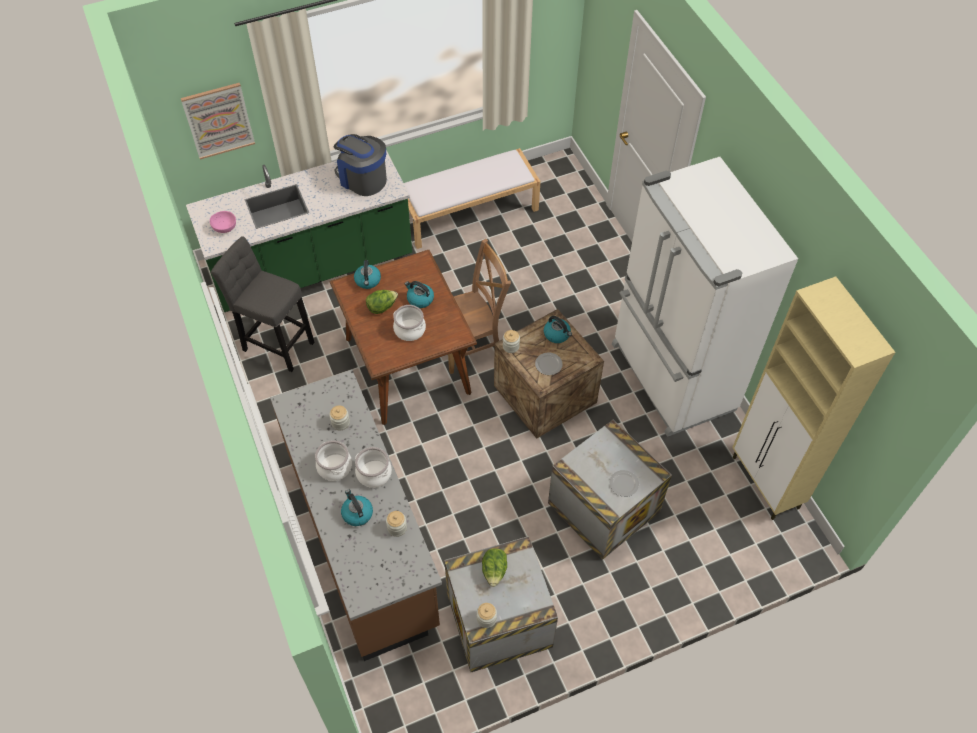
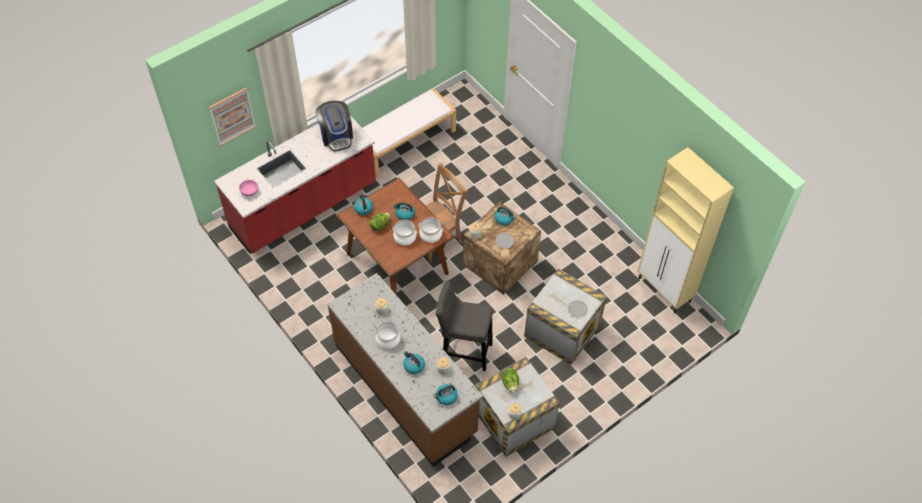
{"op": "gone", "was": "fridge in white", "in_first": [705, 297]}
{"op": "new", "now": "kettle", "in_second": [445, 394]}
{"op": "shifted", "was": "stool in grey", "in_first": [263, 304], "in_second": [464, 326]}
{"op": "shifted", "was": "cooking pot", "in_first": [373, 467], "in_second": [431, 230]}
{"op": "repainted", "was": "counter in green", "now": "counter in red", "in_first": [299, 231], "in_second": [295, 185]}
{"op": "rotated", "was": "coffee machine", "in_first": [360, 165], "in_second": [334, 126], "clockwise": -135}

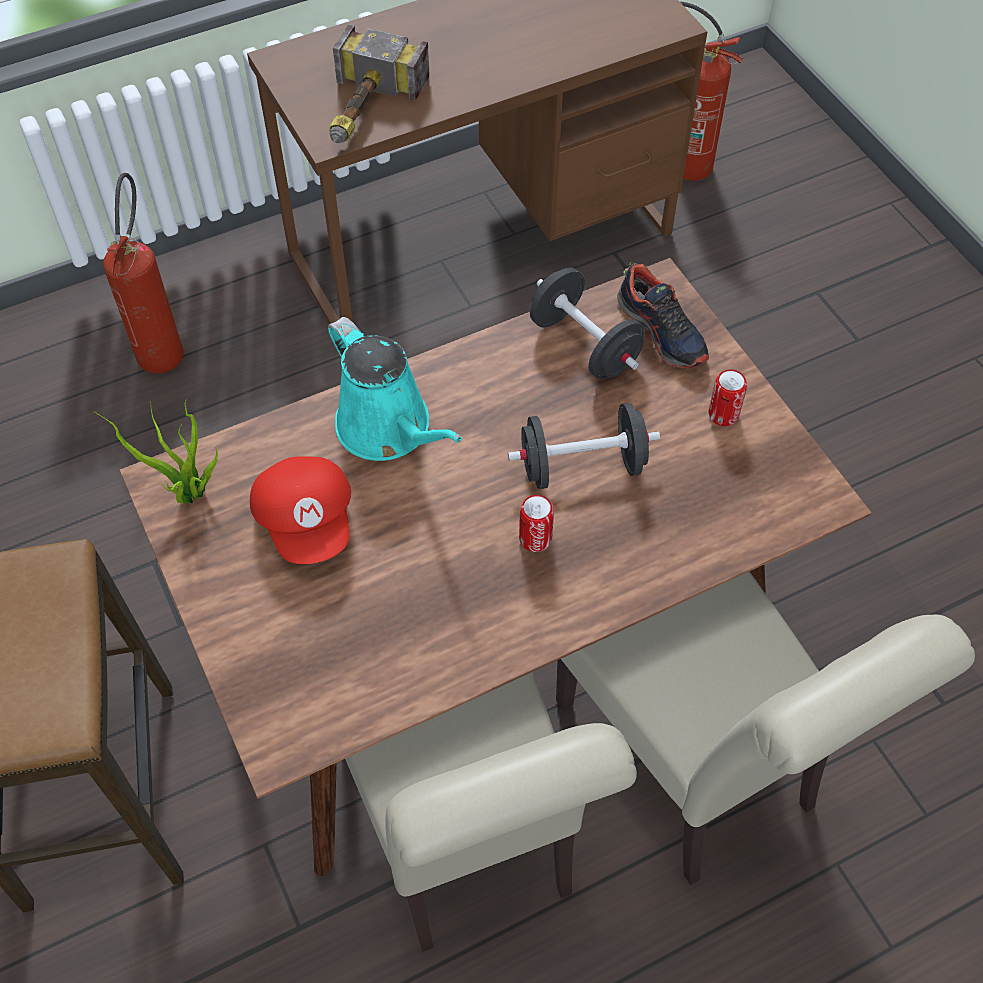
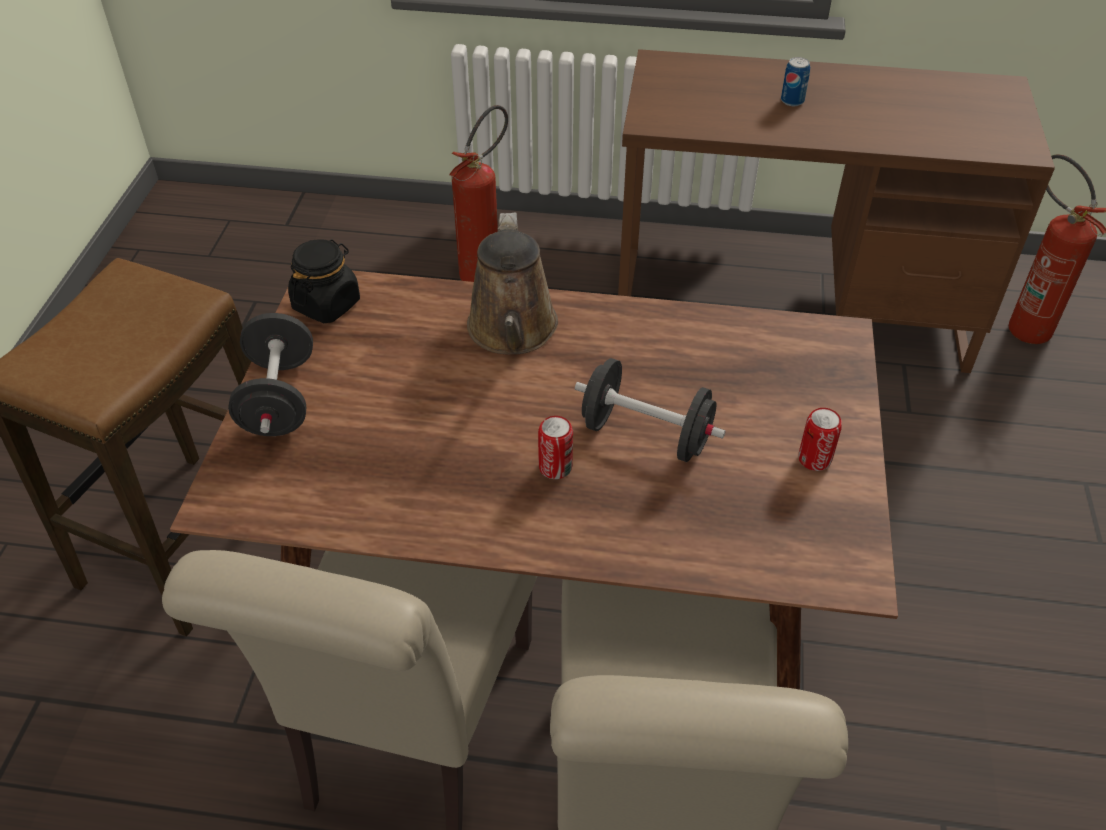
{"op": "gone", "was": "cap in red", "in_first": [300, 510]}
{"op": "gone", "was": "hammer", "in_first": [379, 83]}
{"op": "gone", "was": "shoe", "in_first": [663, 315]}
{"op": "new", "now": "can", "in_second": [795, 81]}
{"op": "shifted", "was": "dumbbell in black", "in_first": [587, 324], "in_second": [270, 374]}
{"op": "swapped", "was": "potted plant", "now": "jar in black", "in_first": [156, 451], "in_second": [324, 281]}
{"op": "repainted", "was": "watering can in turquoise", "now": "watering can in brown", "in_first": [395, 389], "in_second": [512, 283]}

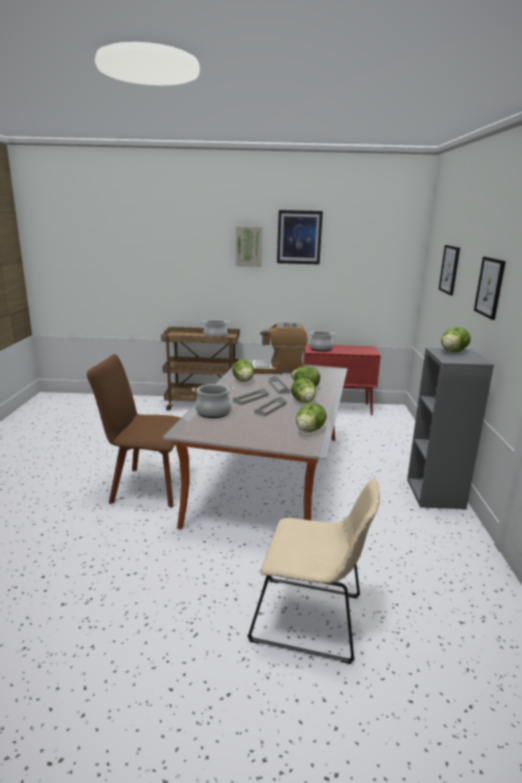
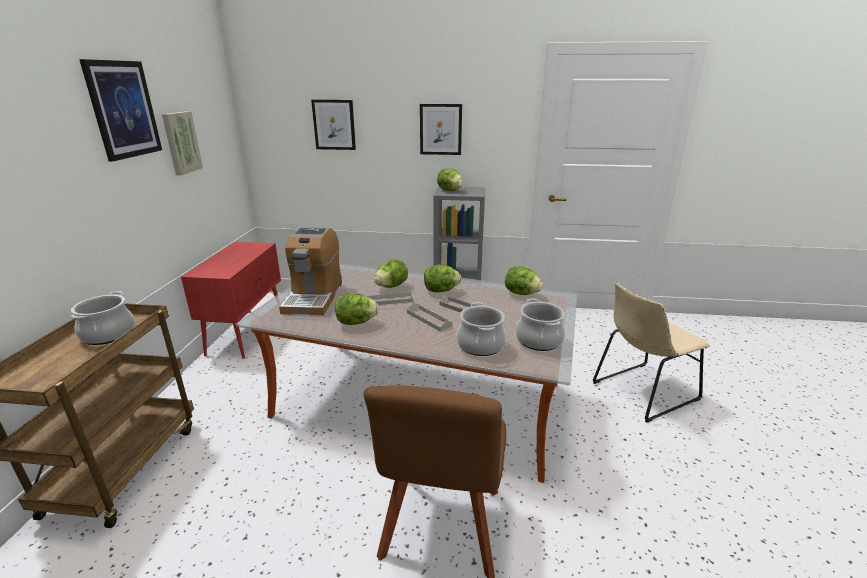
{"op": "shifted", "was": "picture", "in_first": [249, 246], "in_second": [182, 143]}
{"op": "shifted", "was": "cooking pot", "in_first": [322, 341], "in_second": [540, 324]}
{"op": "rotated", "was": "chair in beige", "in_first": [314, 571], "in_second": [651, 353], "clockwise": -135}

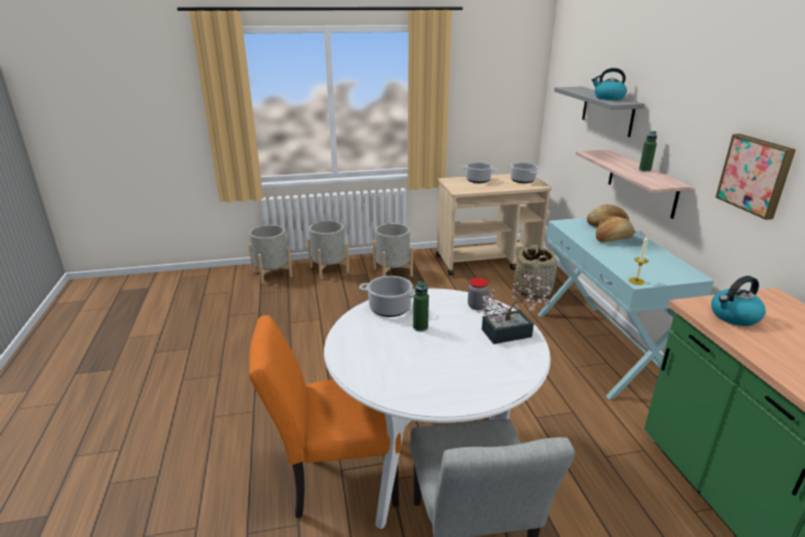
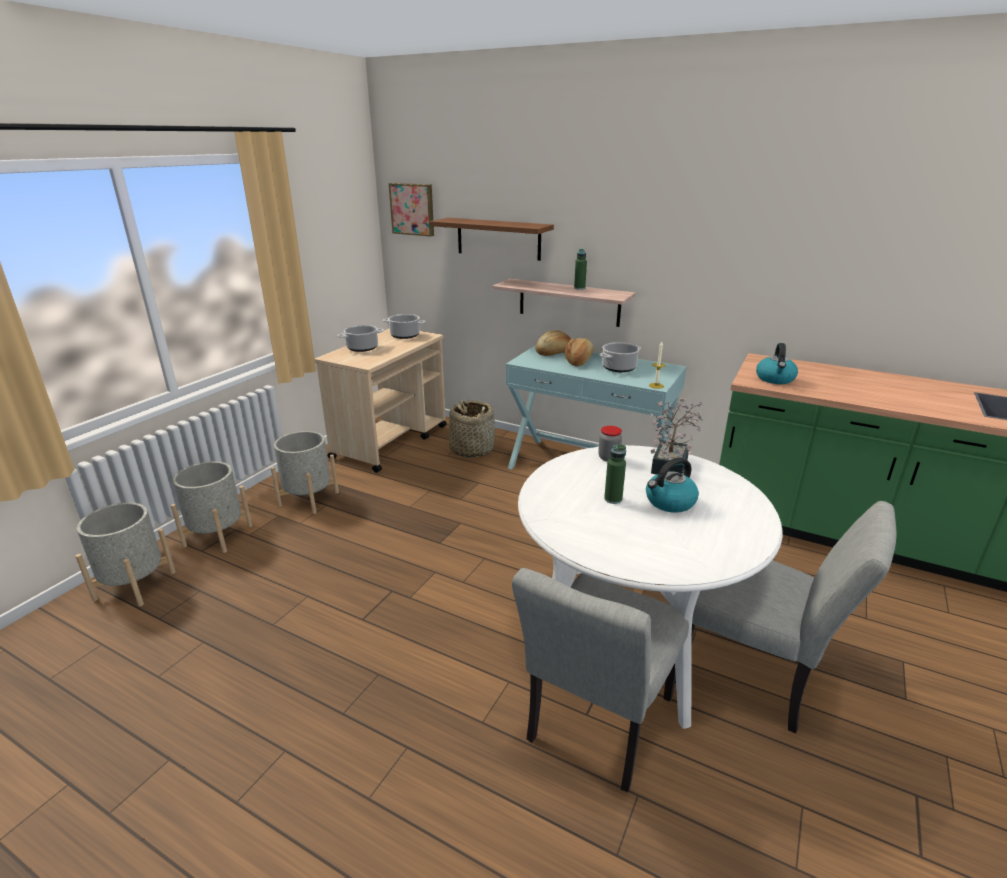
{"op": "shifted", "was": "cooking pot", "in_first": [387, 296], "in_second": [620, 357]}
{"op": "shifted", "was": "kettle", "in_first": [609, 84], "in_second": [672, 485]}
{"op": "shifted", "was": "picture", "in_first": [755, 177], "in_second": [411, 210]}
{"op": "repainted", "was": "chair in orange", "now": "chair in grey", "in_first": [325, 416], "in_second": [600, 680]}
{"op": "repainted", "was": "shelf in grey", "now": "shelf in brown", "in_first": [599, 111], "in_second": [491, 239]}

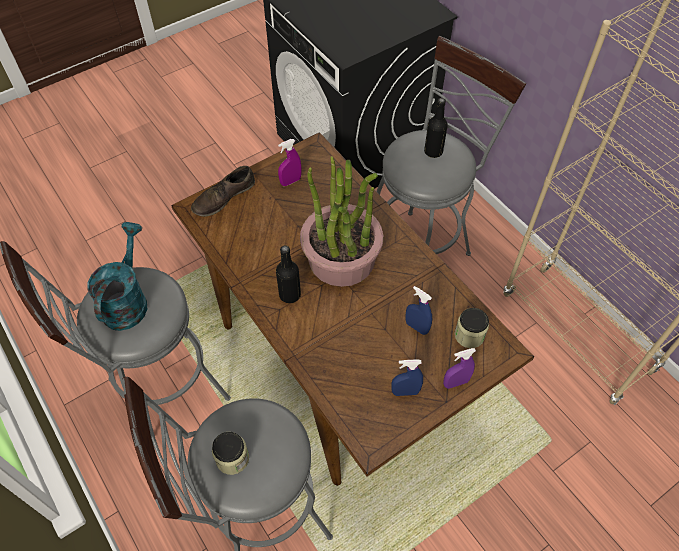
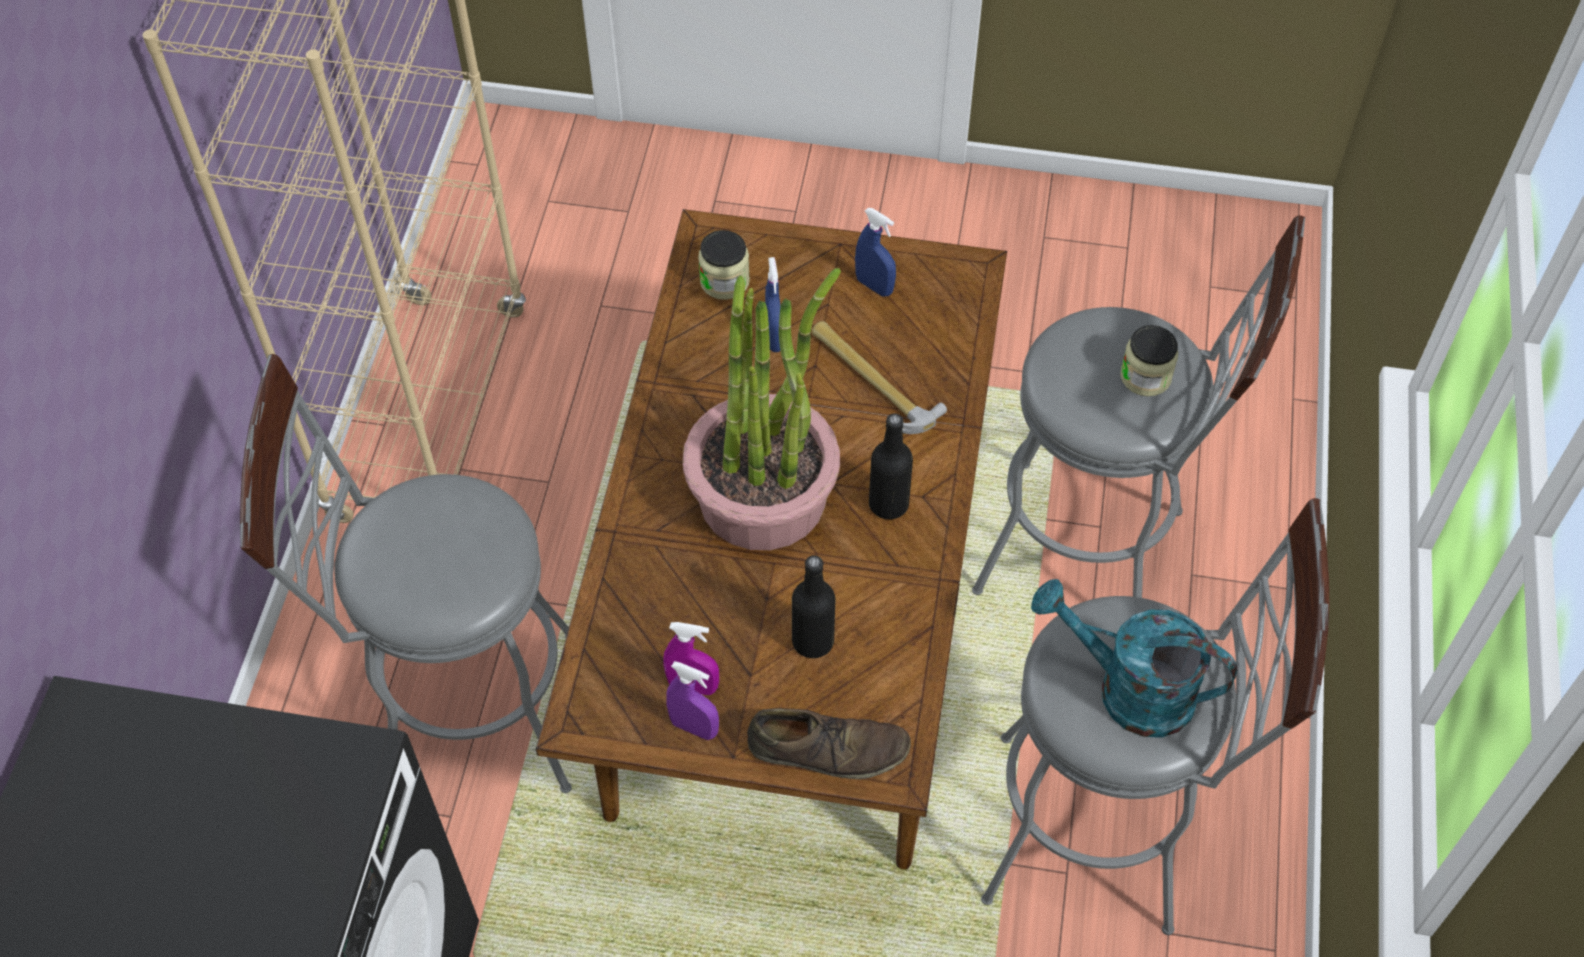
{"op": "new", "now": "hammer", "in_second": [879, 377]}
{"op": "shifted", "was": "bottle in black", "in_first": [436, 128], "in_second": [814, 606]}
{"op": "shifted", "was": "spray bottle in purple", "in_first": [459, 368], "in_second": [692, 700]}
{"op": "rotated", "was": "watering can in turquoise", "in_first": [117, 276], "in_second": [1134, 658], "clockwise": 60}

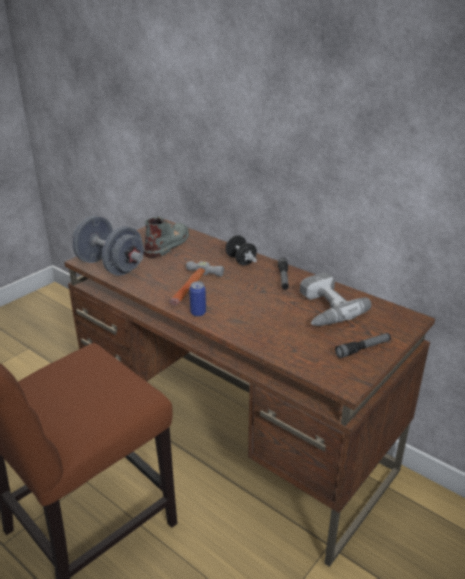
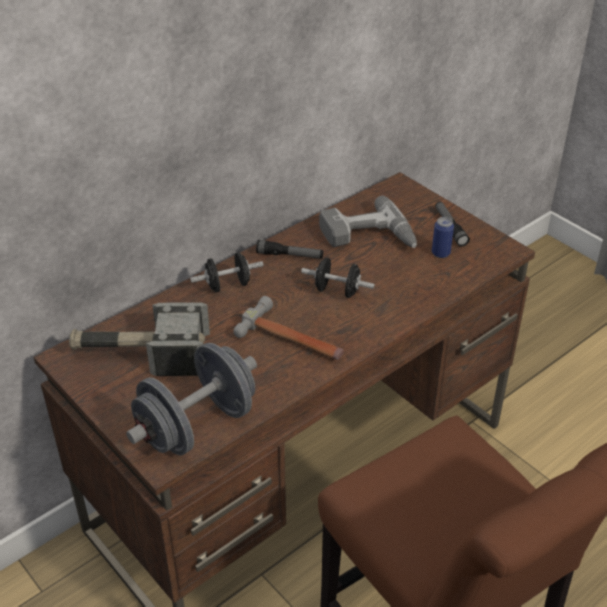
{"op": "new", "now": "dumbbell in black", "in_second": [338, 278]}
{"op": "shifted", "was": "can", "in_first": [197, 299], "in_second": [443, 237]}
{"op": "swapped", "was": "boot in grey", "now": "hammer", "in_first": [166, 237], "in_second": [139, 339]}

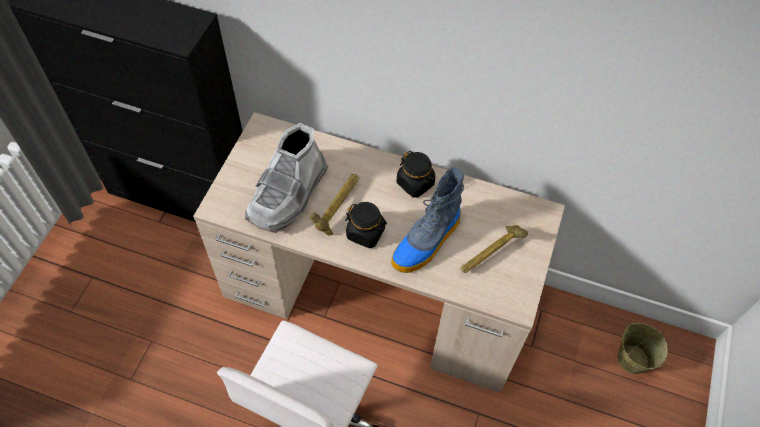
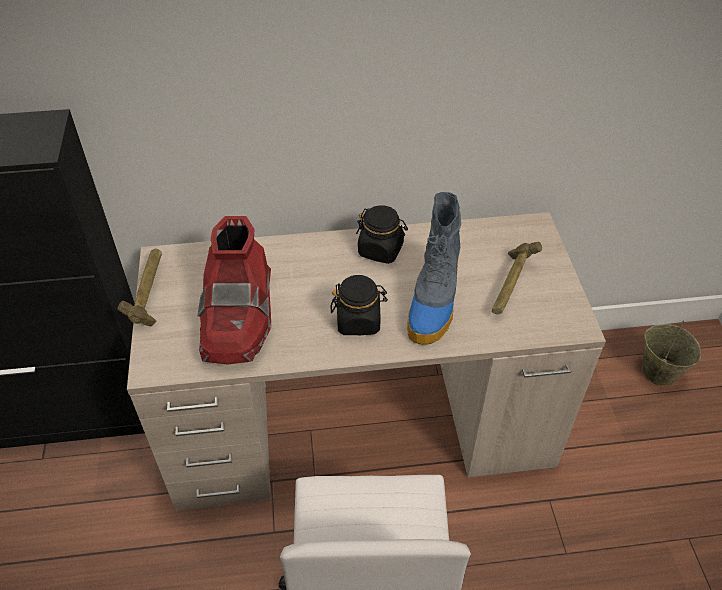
{"op": "shifted", "was": "hammer", "in_first": [334, 205], "in_second": [139, 287]}
{"op": "repainted", "was": "boot in grey", "now": "boot in red", "in_first": [286, 178], "in_second": [234, 290]}

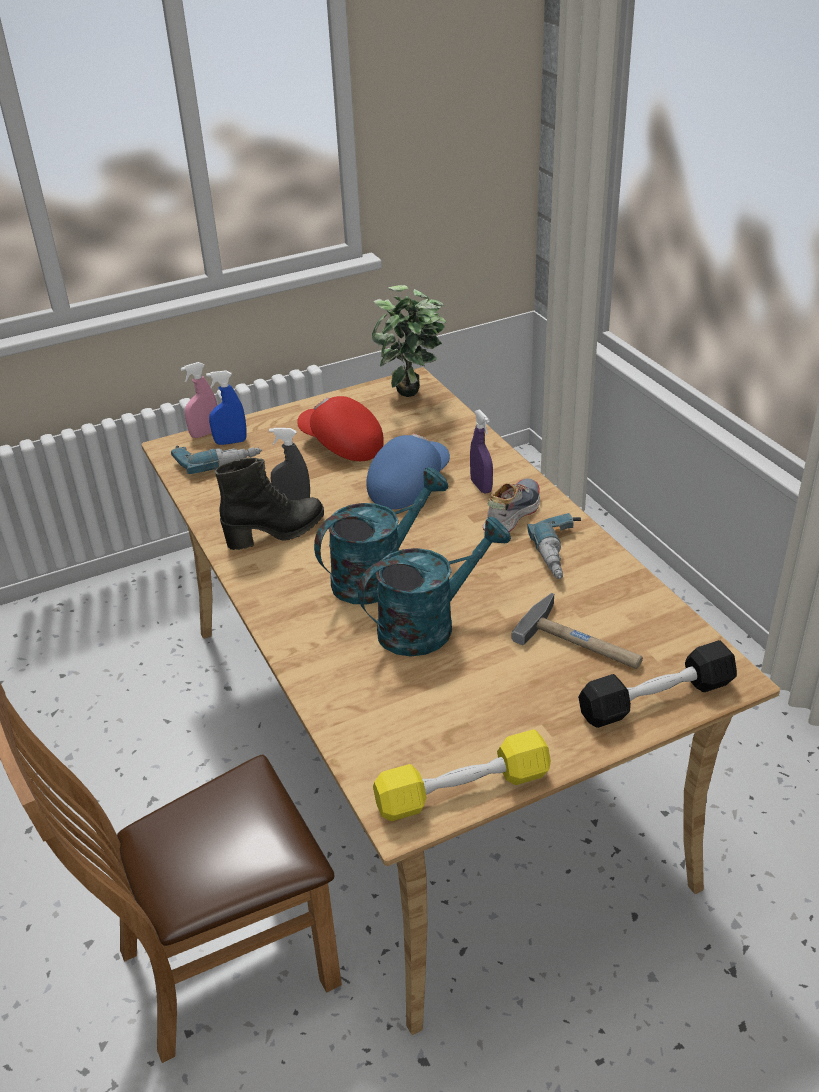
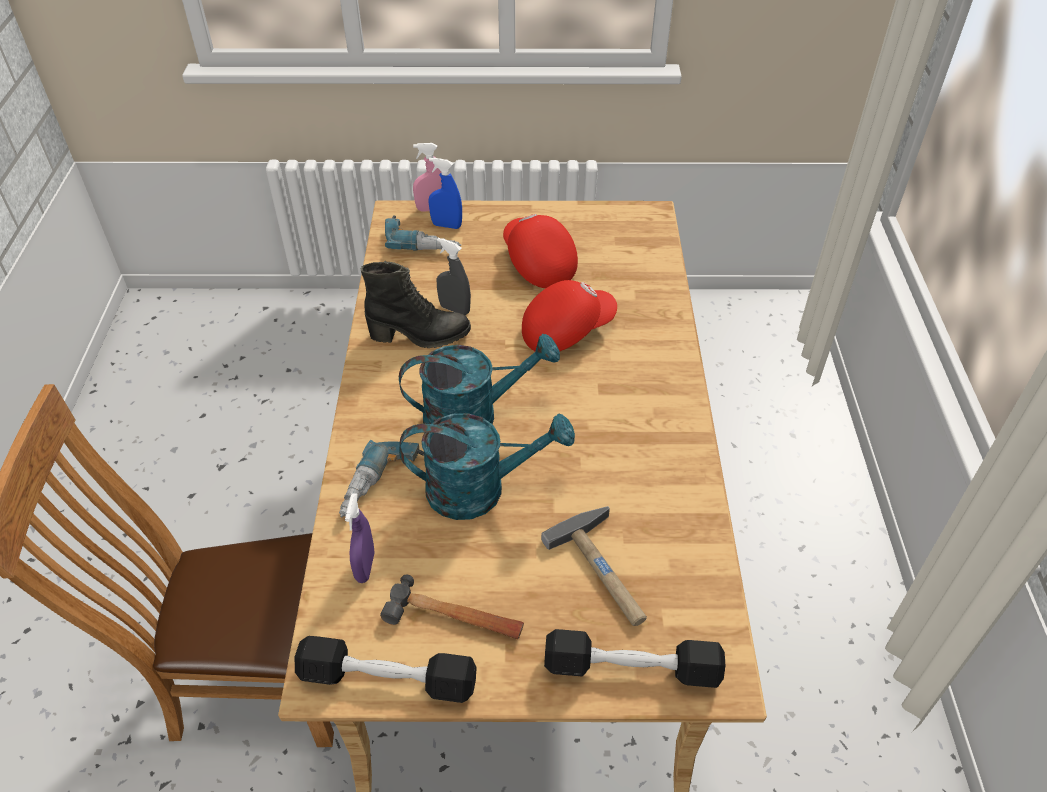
{"op": "gone", "was": "potted plant", "in_first": [409, 341]}
{"op": "gone", "was": "shoe", "in_first": [511, 505]}
{"op": "new", "now": "hammer", "in_second": [452, 607]}
{"op": "shifted", "was": "spray bottle in purple", "in_first": [481, 451], "in_second": [359, 538]}
{"op": "shifted", "was": "power drill", "in_first": [554, 546], "in_second": [382, 479]}
{"op": "repainted", "was": "cap in blue", "now": "cap in red", "in_first": [408, 472], "in_second": [569, 315]}
{"op": "repainted", "was": "dumbbell in yellow", "now": "dumbbell in black", "in_first": [462, 775], "in_second": [386, 669]}

